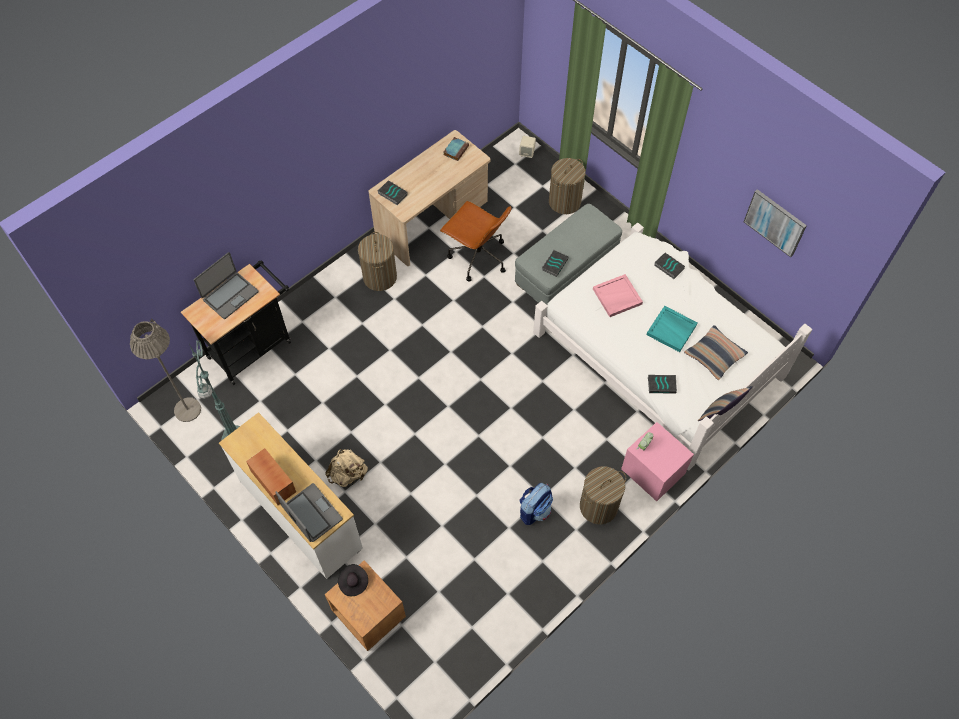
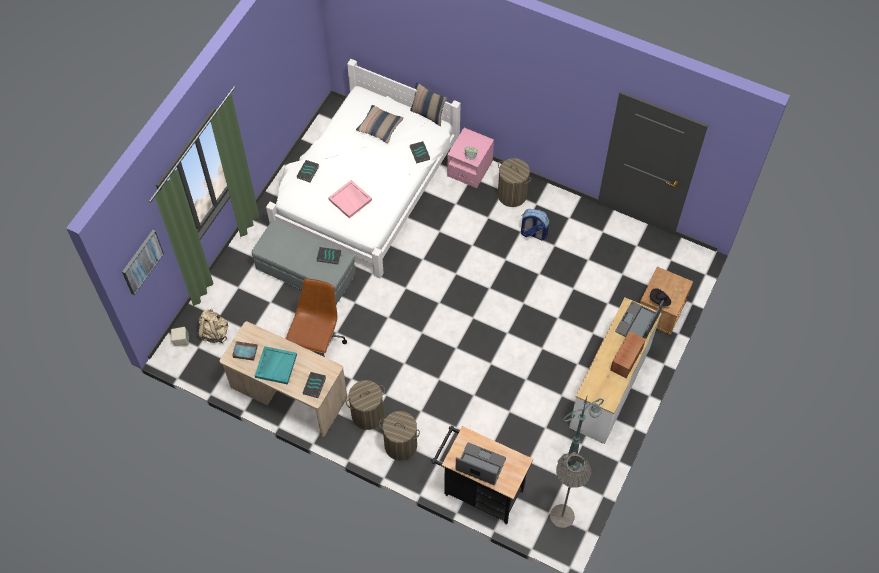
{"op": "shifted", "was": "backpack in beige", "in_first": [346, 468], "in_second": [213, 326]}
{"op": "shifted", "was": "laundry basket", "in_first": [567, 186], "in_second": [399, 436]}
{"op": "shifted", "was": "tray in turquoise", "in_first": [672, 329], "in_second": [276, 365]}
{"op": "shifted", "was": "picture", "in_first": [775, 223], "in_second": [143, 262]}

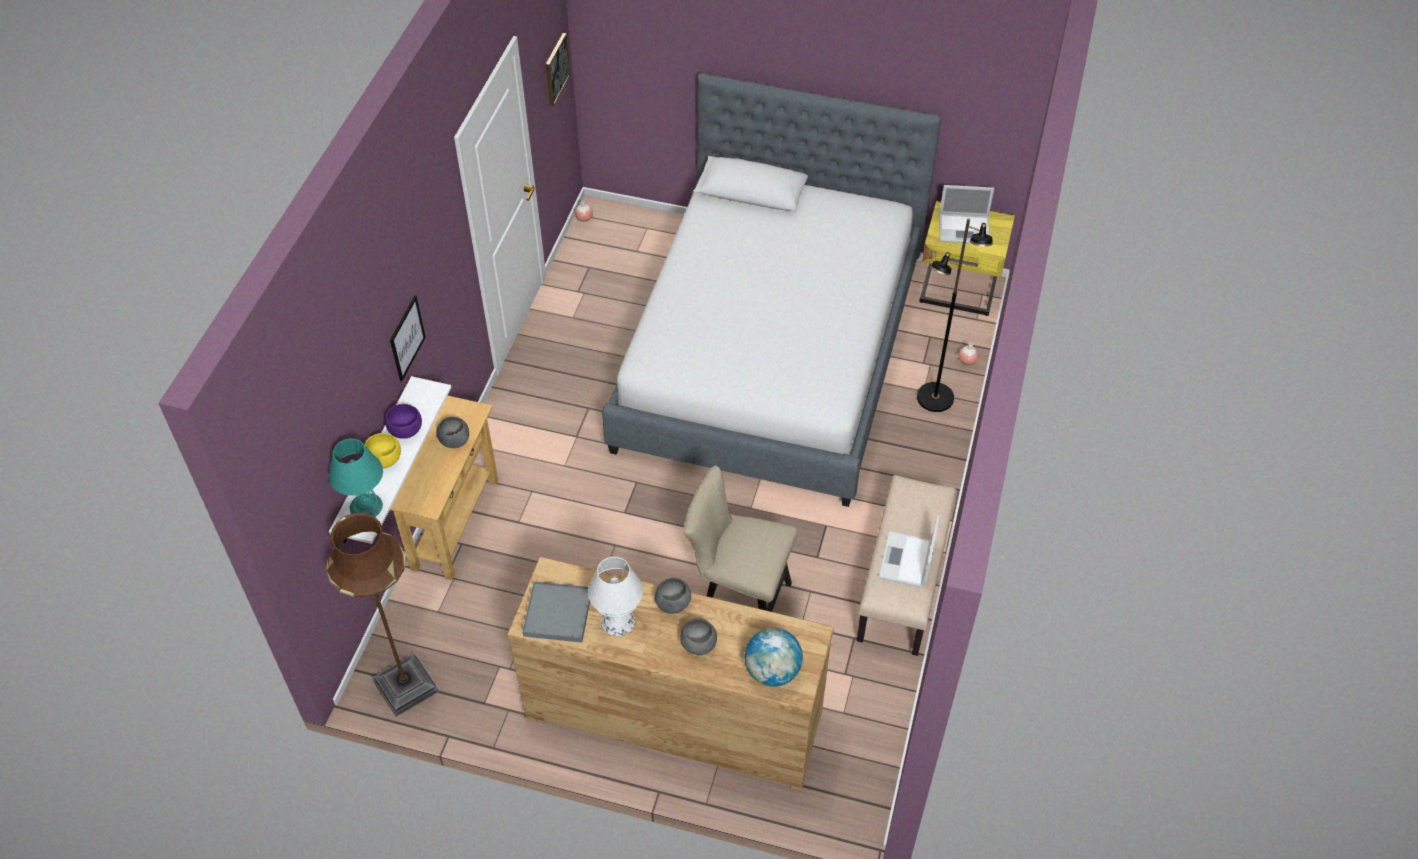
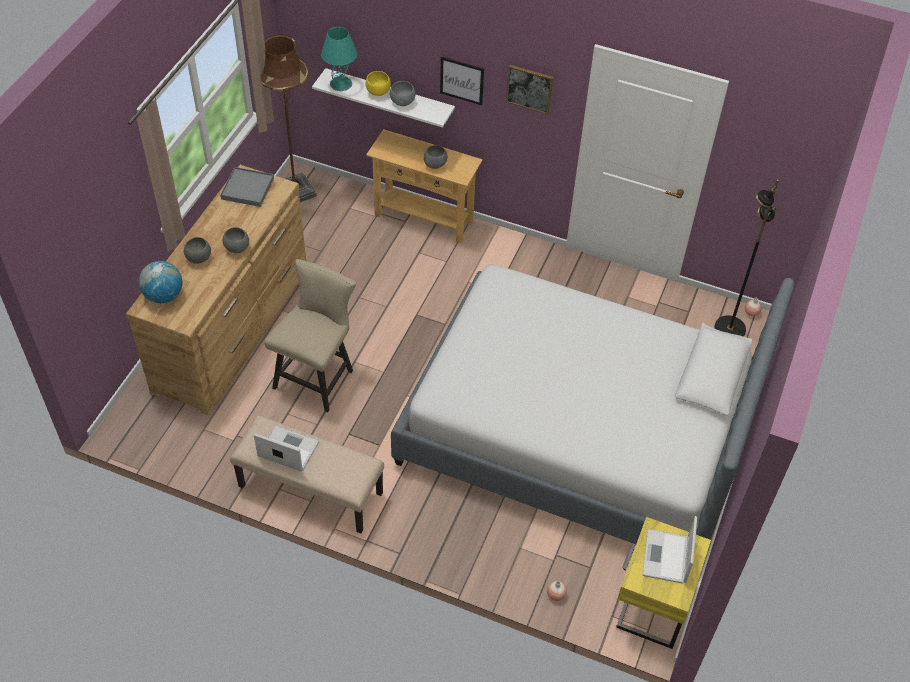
{"op": "gone", "was": "table lamp in white", "in_first": [615, 596]}
{"op": "shifted", "was": "picture", "in_first": [558, 69], "in_second": [529, 89]}
{"op": "shifted", "was": "floor lamp in black", "in_first": [955, 315], "in_second": [747, 258]}
{"op": "repainted", "was": "bowl in purple", "now": "bowl in grey", "in_first": [403, 421], "in_second": [402, 93]}

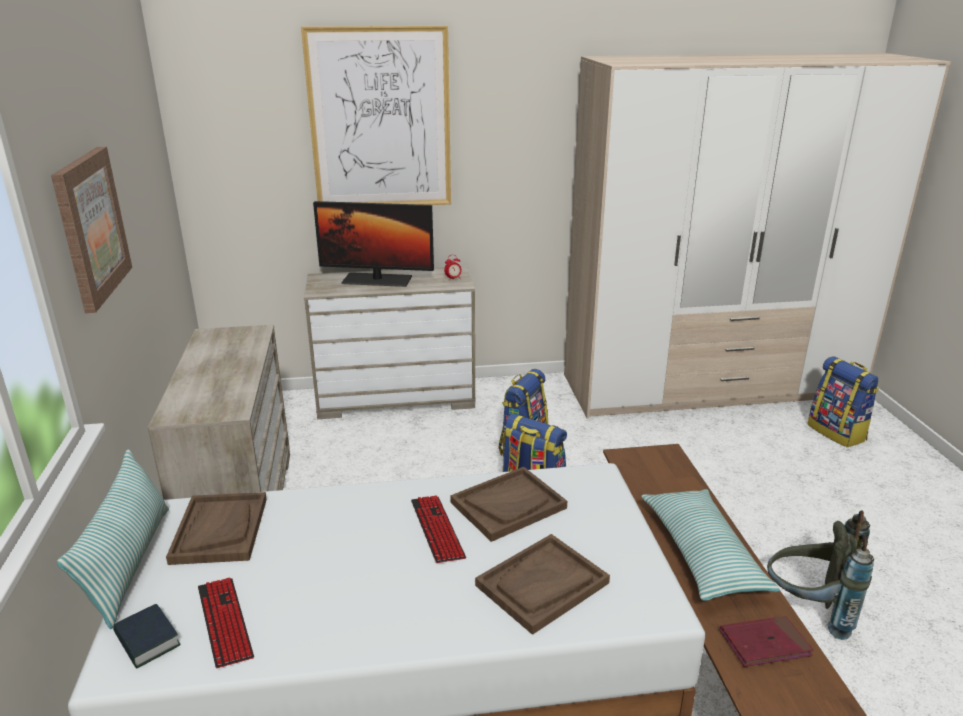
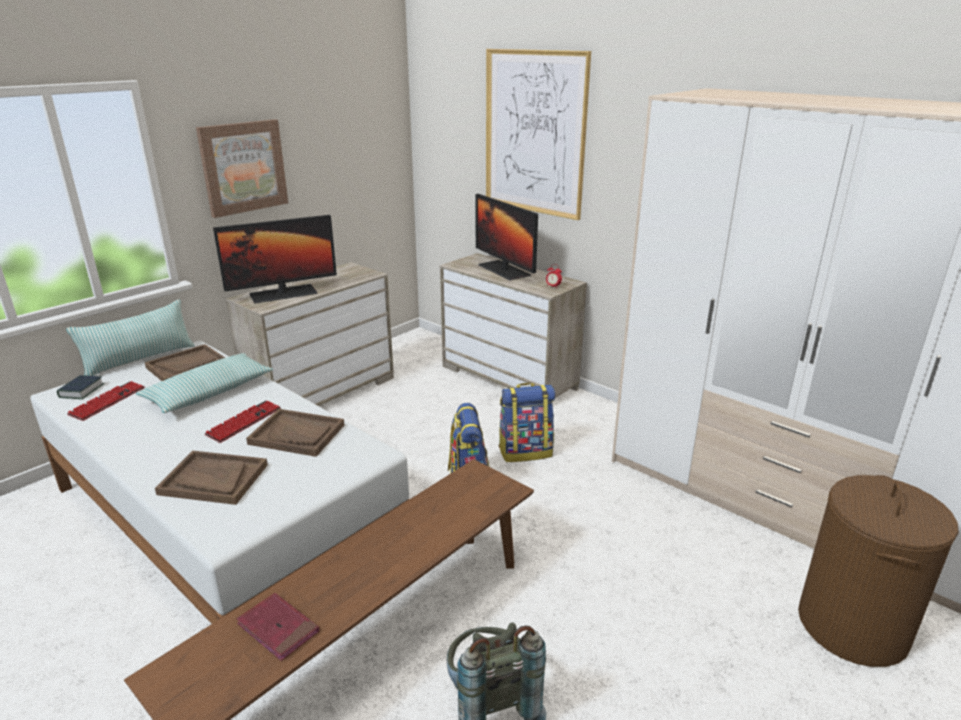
{"op": "new", "now": "monitor", "in_second": [275, 259]}
{"op": "shifted", "was": "pillow", "in_first": [710, 545], "in_second": [204, 383]}
{"op": "swapped", "was": "backpack", "now": "laundry basket in brown", "in_first": [843, 401], "in_second": [878, 571]}

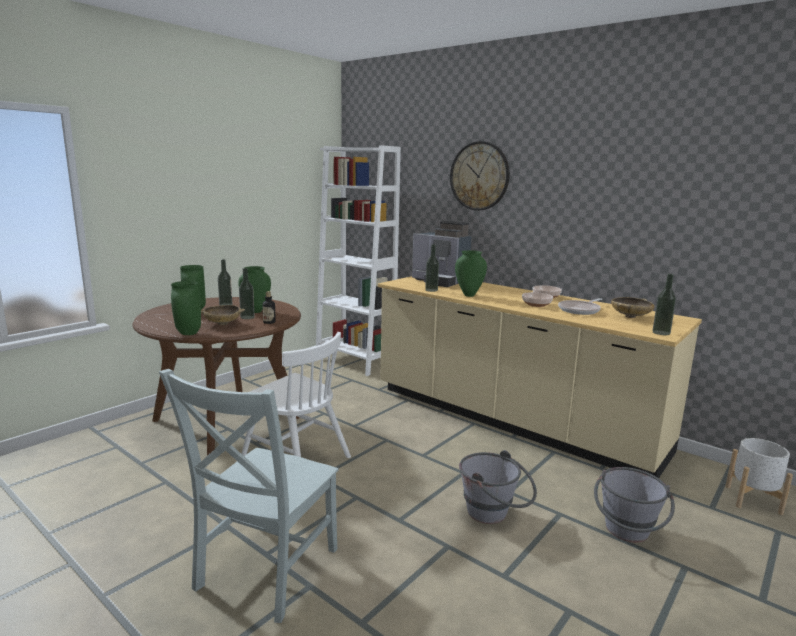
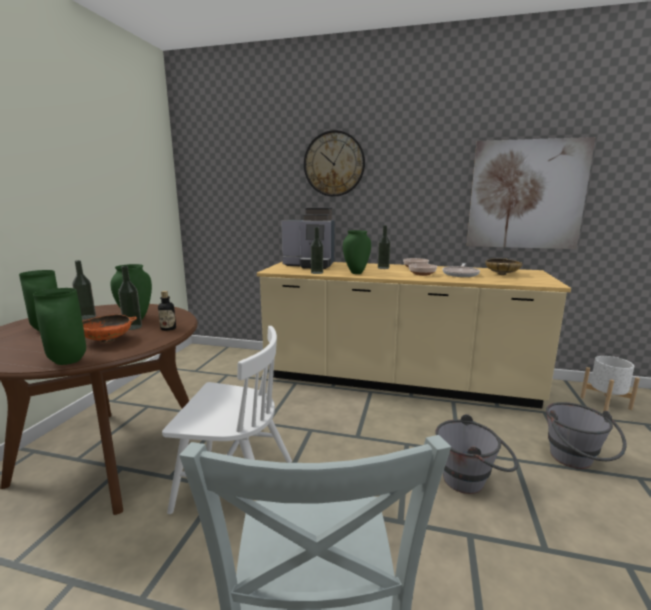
{"op": "gone", "was": "bookcase in white", "in_first": [358, 260]}
{"op": "new", "now": "picture", "in_second": [531, 193]}
{"op": "shifted", "was": "bottle", "in_first": [664, 304], "in_second": [384, 247]}
{"op": "repainted", "was": "bowl in beige", "now": "bowl in orange", "in_first": [223, 315], "in_second": [109, 328]}

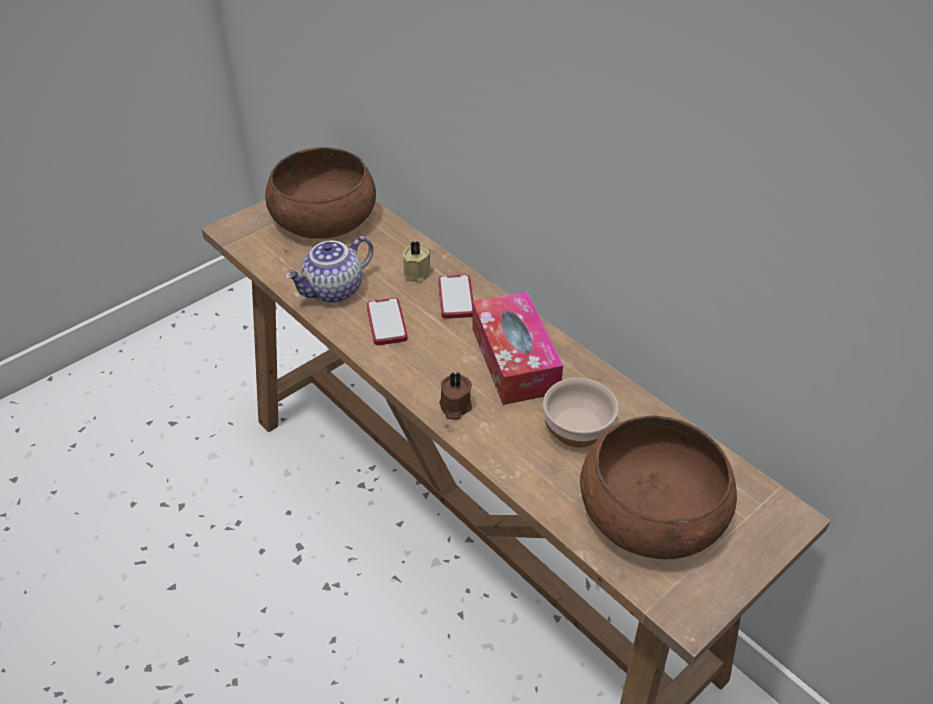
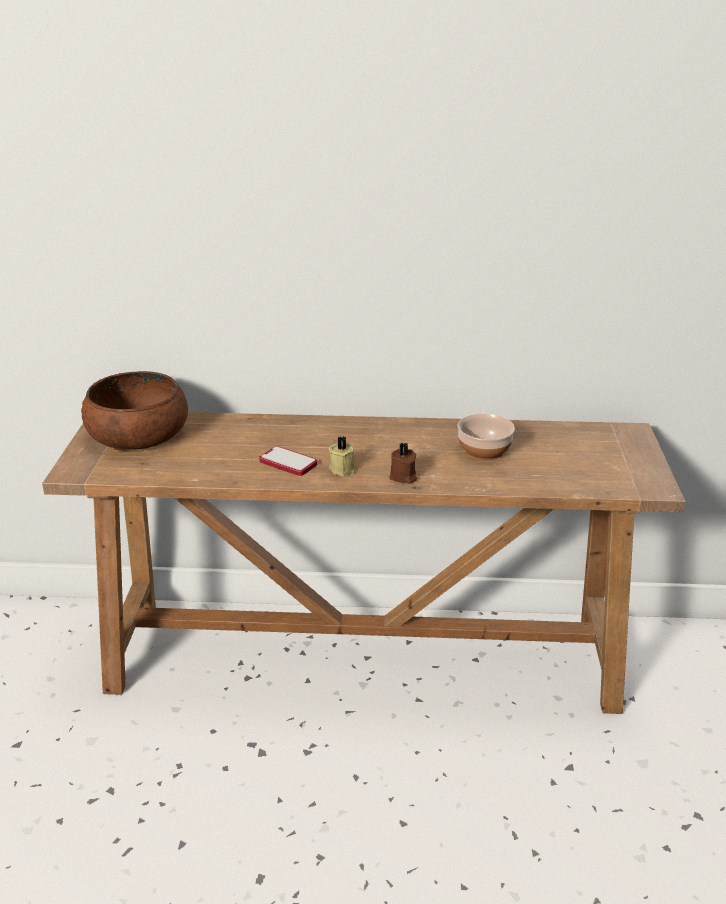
{"op": "gone", "was": "teapot", "in_first": [329, 269]}
{"op": "gone", "was": "phone", "in_first": [455, 297]}
{"op": "gone", "was": "tissue box", "in_first": [517, 348]}
{"op": "gone", "was": "bowl in brown", "in_first": [658, 487]}
{"op": "shifted", "was": "candle in beige", "in_first": [417, 261], "in_second": [342, 456]}

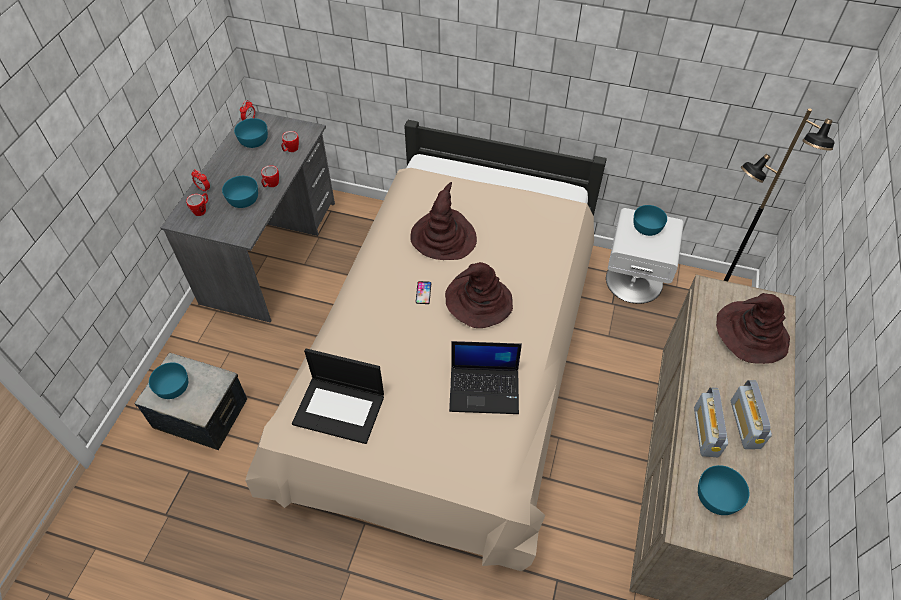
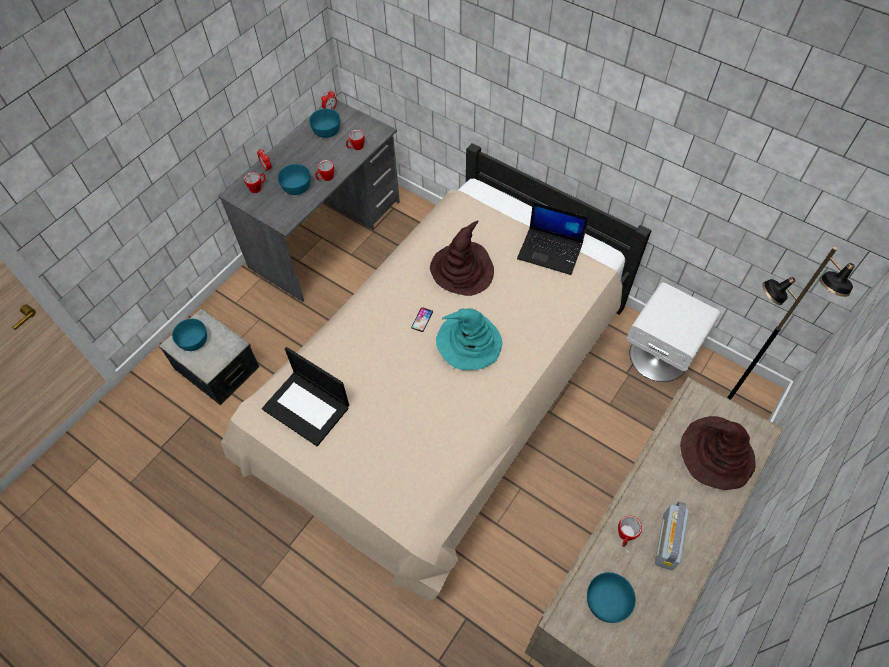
{"op": "gone", "was": "bowl in turquoise", "in_first": [650, 220]}
{"op": "shifted", "was": "laptop", "in_first": [485, 377], "in_second": [553, 238]}
{"op": "swapped", "was": "radio", "now": "mug", "in_first": [711, 422], "in_second": [630, 531]}
{"op": "repainted", "was": "hat in brown", "now": "hat in turquoise", "in_first": [479, 295], "in_second": [469, 339]}

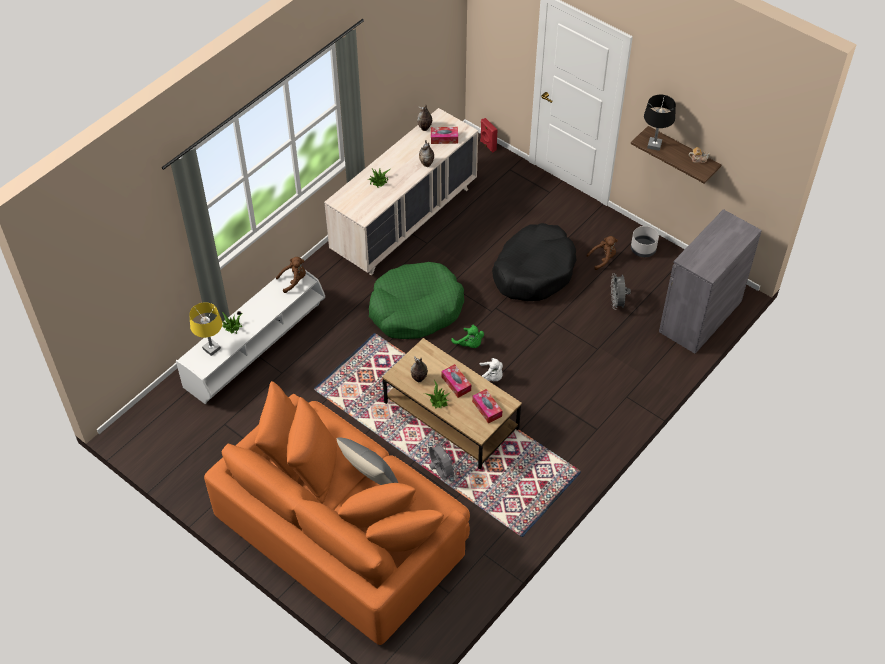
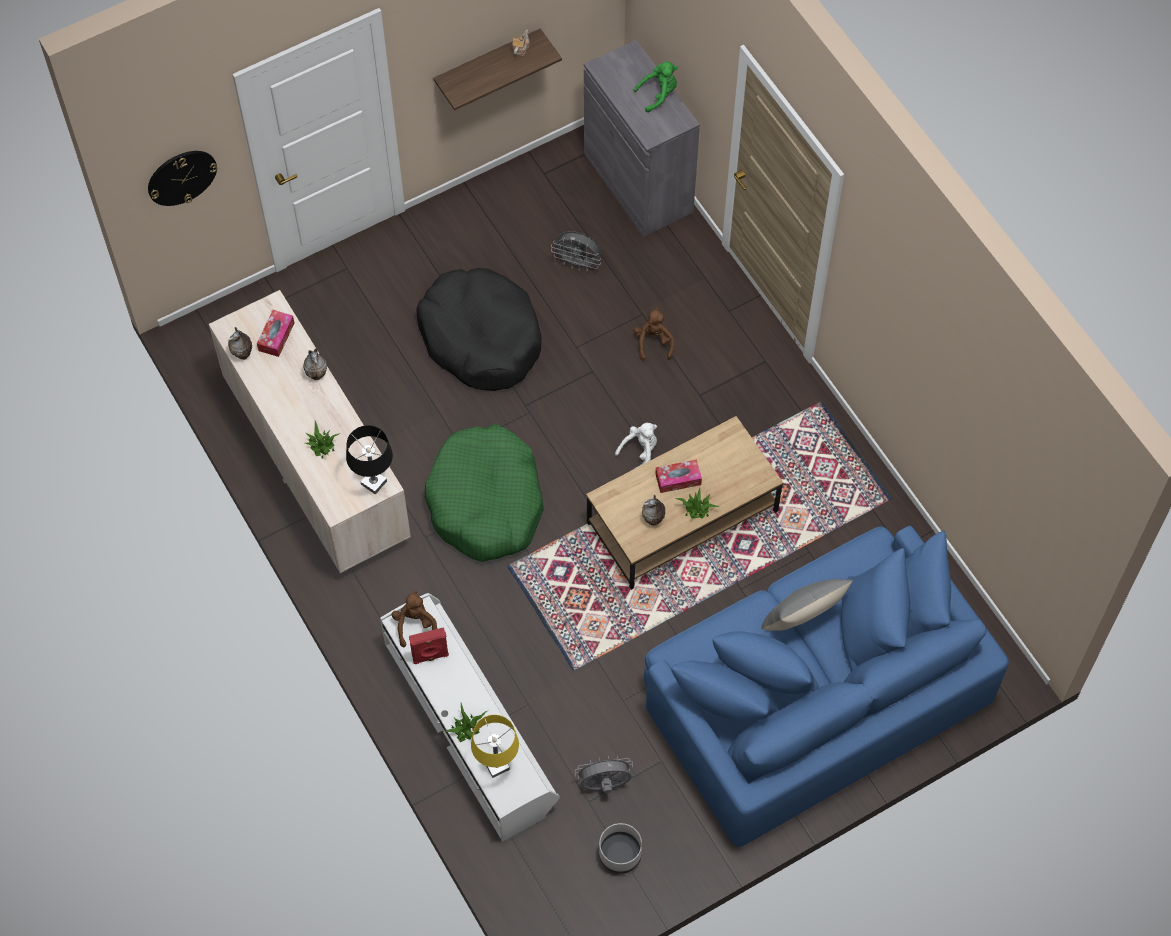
{"op": "gone", "was": "tissue box", "in_first": [487, 406]}
{"op": "new", "now": "wall clock", "in_second": [183, 178]}
{"op": "shifted", "was": "fan in grey", "in_first": [443, 460], "in_second": [604, 774]}
{"op": "shifted", "was": "plush toy in green", "in_first": [467, 336], "in_second": [655, 87]}
{"op": "shifted", "was": "speaker in red", "in_first": [489, 135], "in_second": [429, 645]}
{"op": "shifted", "was": "plush toy in brown", "in_first": [602, 253], "in_second": [654, 334]}
{"op": "shifted", "was": "planter in grey", "in_first": [645, 241], "in_second": [620, 848]}
{"op": "shifted", "was": "table lamp in black", "in_first": [660, 123], "in_second": [369, 459]}
{"op": "repainted", "was": "sofa in orange", "now": "sofa in blue", "in_first": [337, 513], "in_second": [826, 686]}

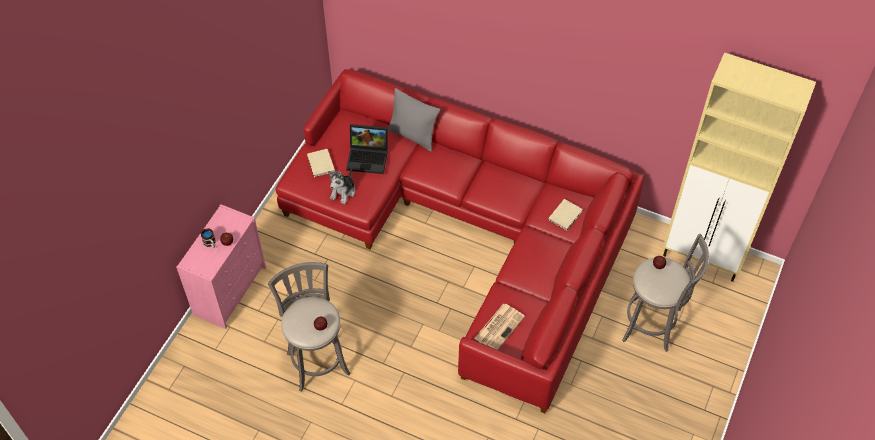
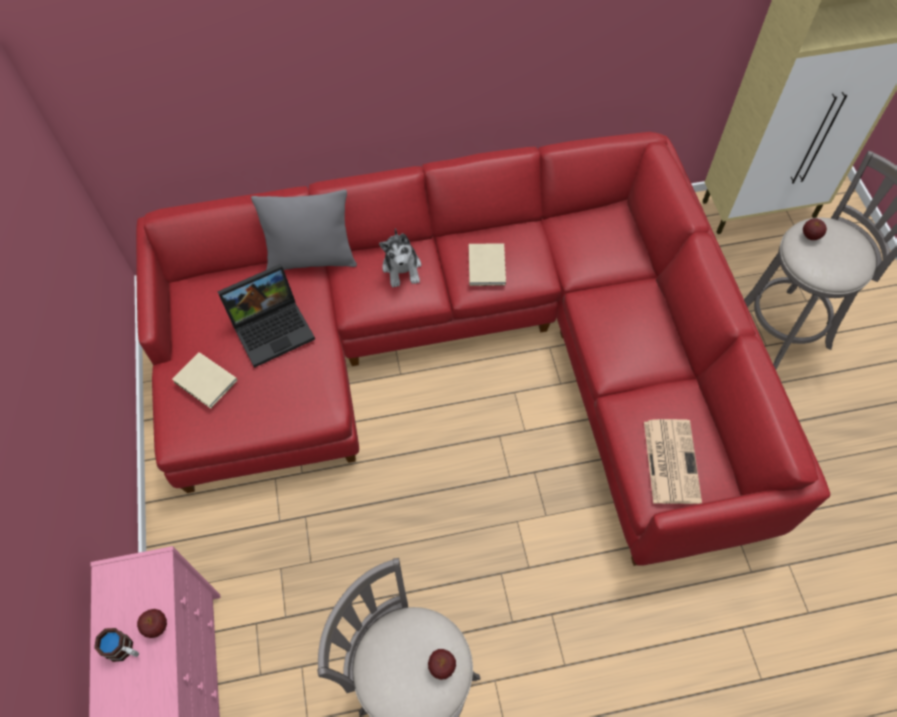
{"op": "shifted", "was": "plush toy", "in_first": [341, 186], "in_second": [400, 258]}
{"op": "shifted", "was": "book in beige", "in_first": [565, 214], "in_second": [487, 264]}

